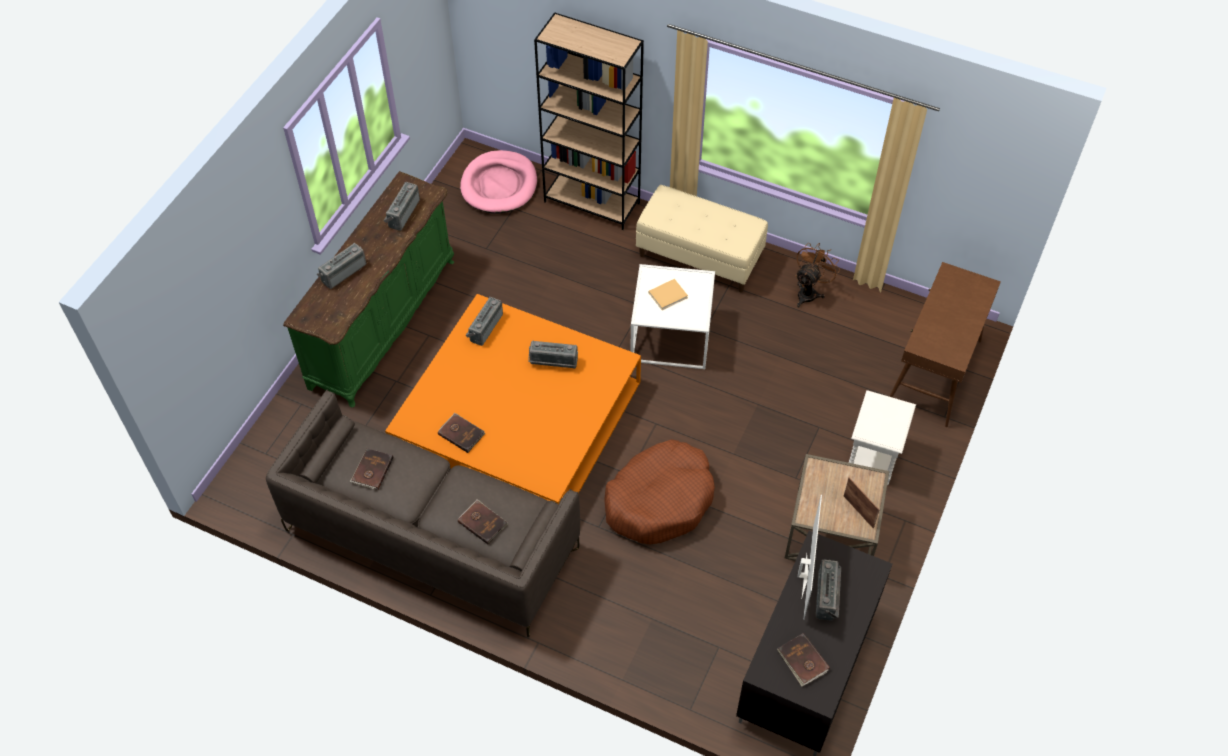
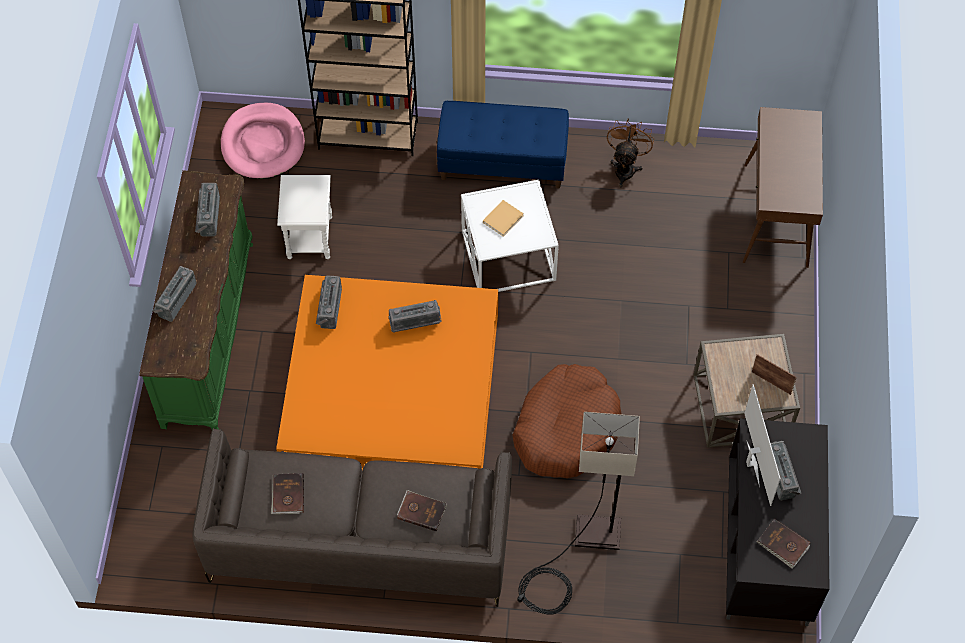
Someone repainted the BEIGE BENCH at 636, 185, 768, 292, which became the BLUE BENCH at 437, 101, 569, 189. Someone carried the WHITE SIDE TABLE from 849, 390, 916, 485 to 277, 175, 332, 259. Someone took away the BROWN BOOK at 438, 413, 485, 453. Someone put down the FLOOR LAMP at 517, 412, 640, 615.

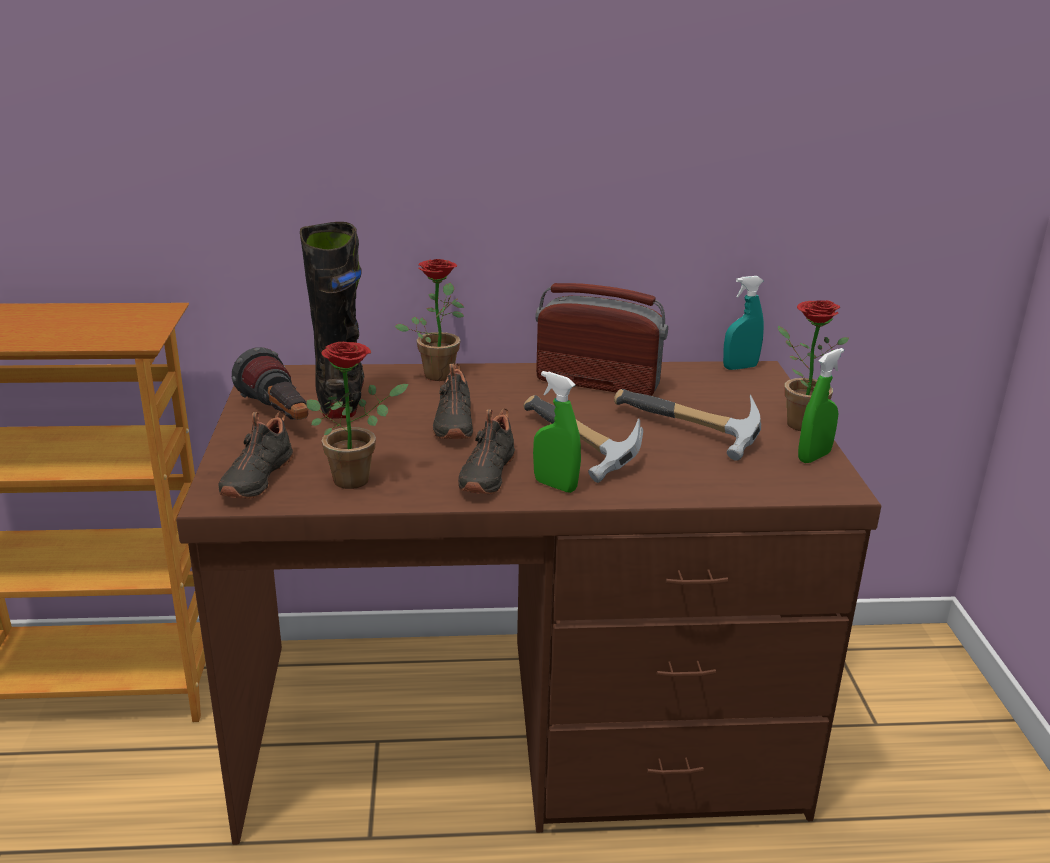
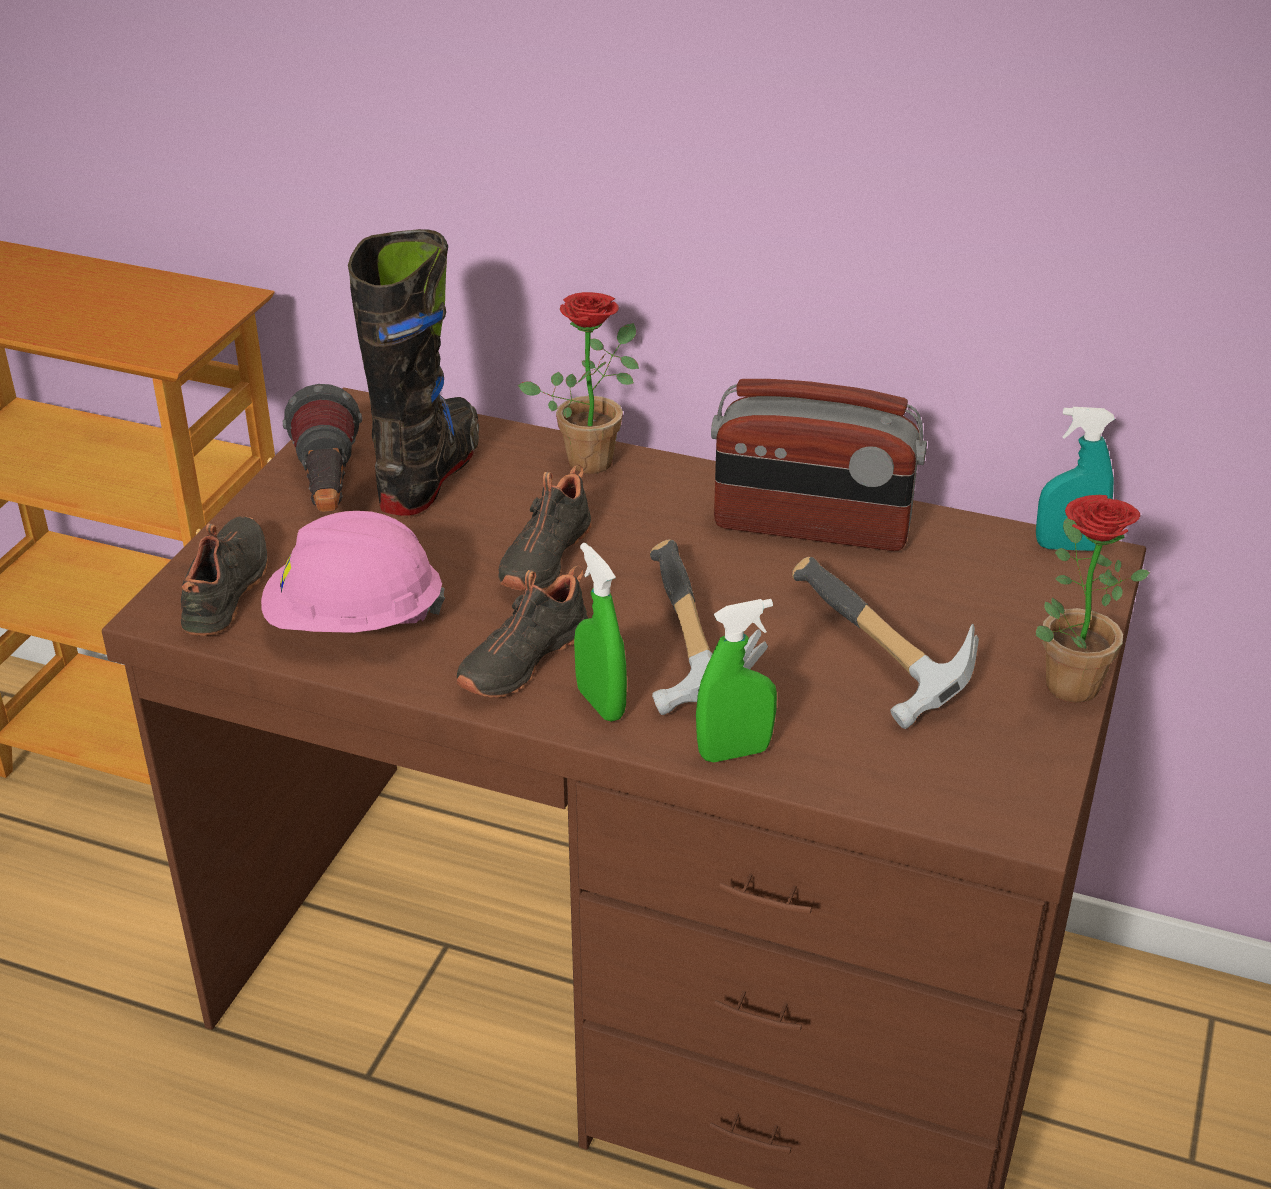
Someone rotated the RADIO at 535, 283, 668, 396 by 150 degrees clockwise. Someone swapped the POTTED PLANT at 306, 342, 409, 489 for the PINK HARD HAT at 261, 511, 445, 633. Someone carried the GREEN SPRAY BOTTLE from 798, 348, 844, 463 to 696, 599, 777, 762. Someone rotated the BLACK SHOE at 218, 411, 294, 499 by 150 degrees clockwise.

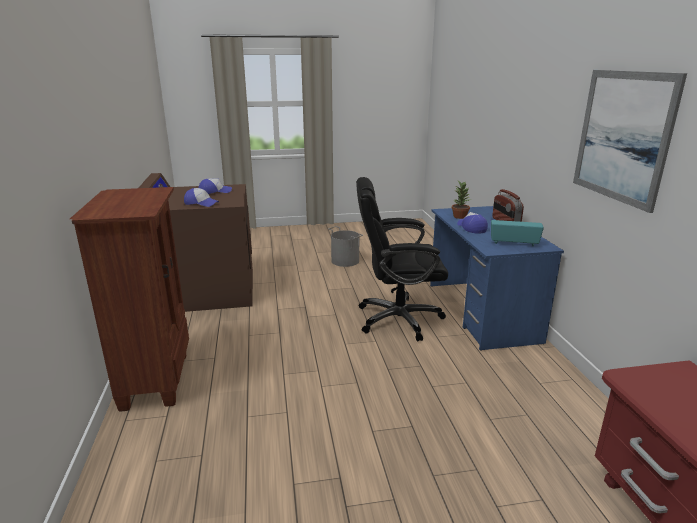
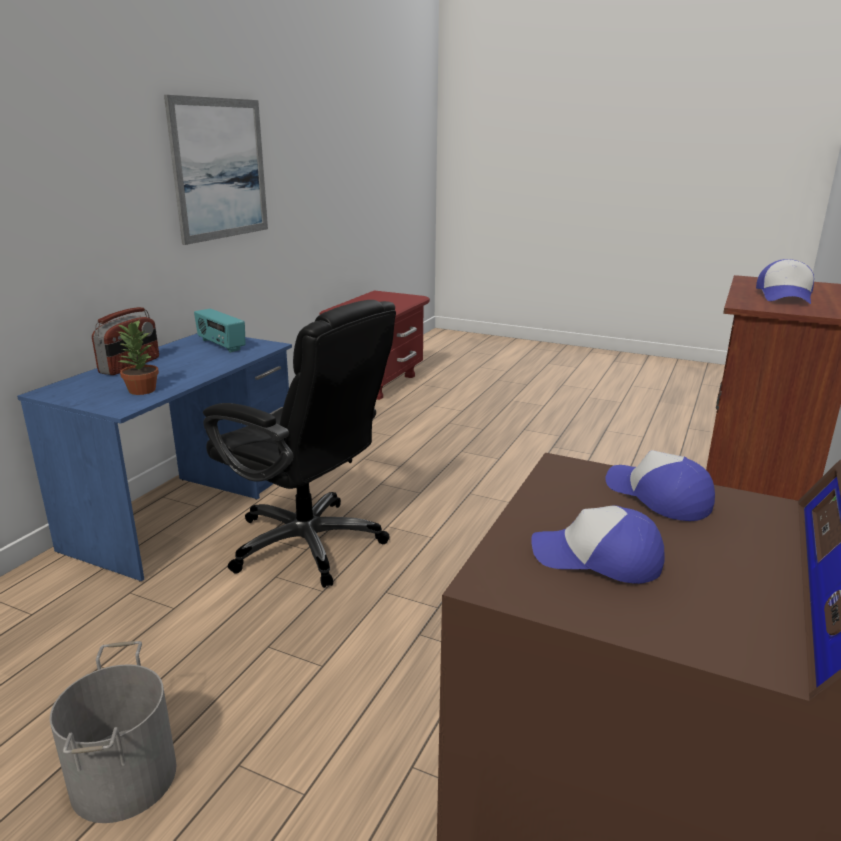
Someone carried the CAP from 457, 212, 488, 234 to 756, 259, 814, 304.

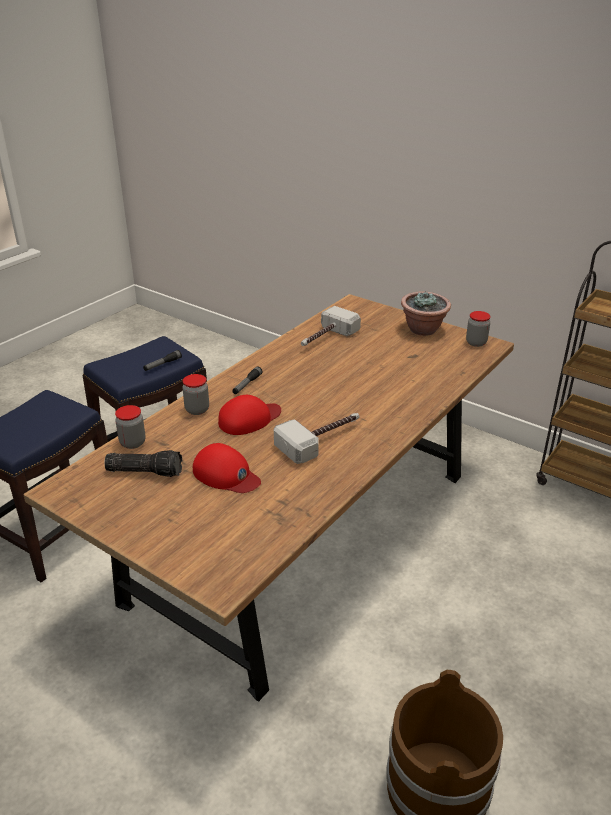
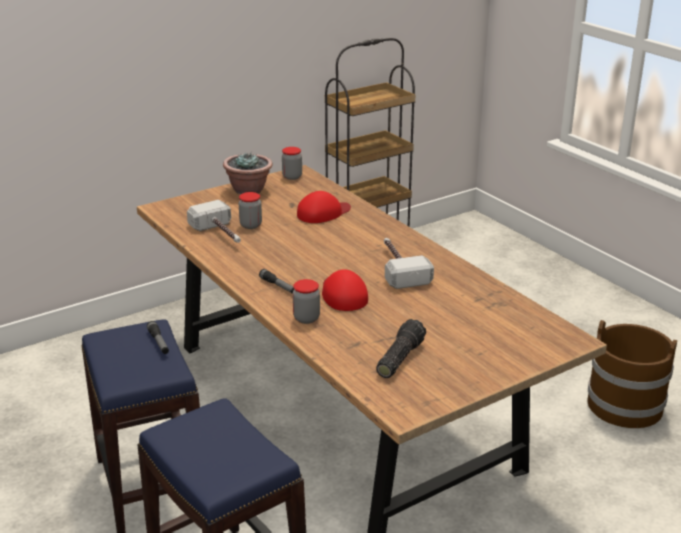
Someone carried the JAR from 115, 405, 145, 449 to 239, 192, 262, 229. Someone carried the RED CAP from 193, 443, 261, 493 to 297, 191, 351, 223.

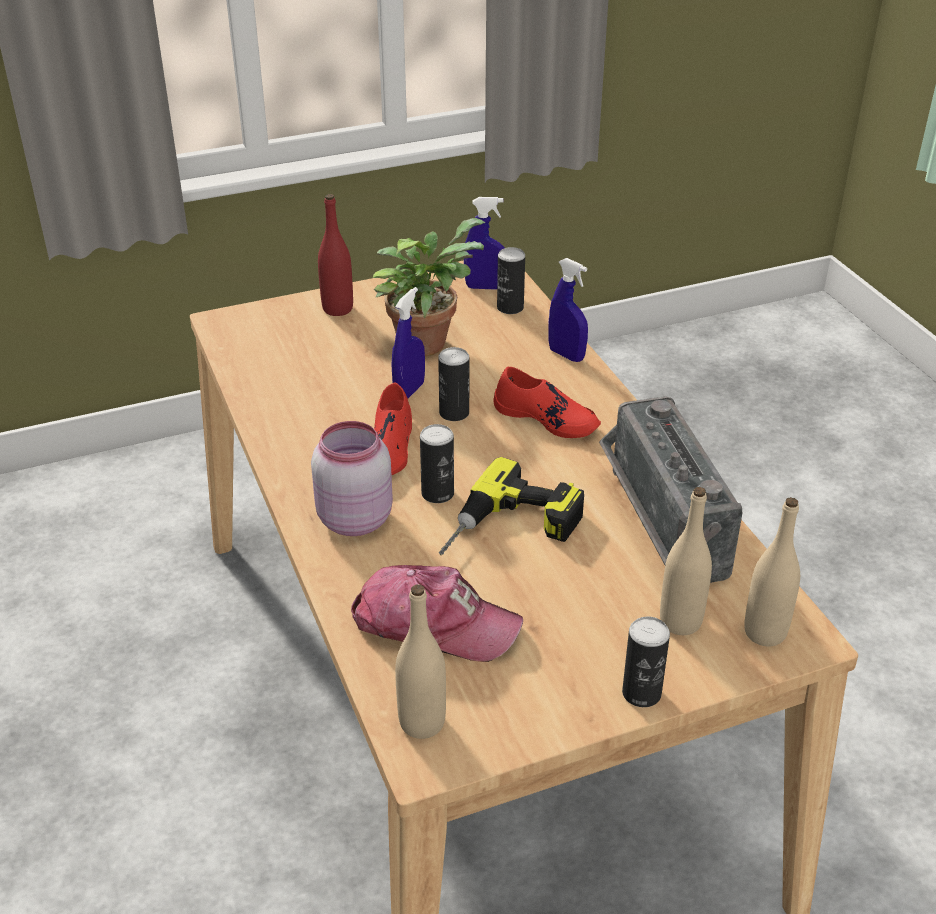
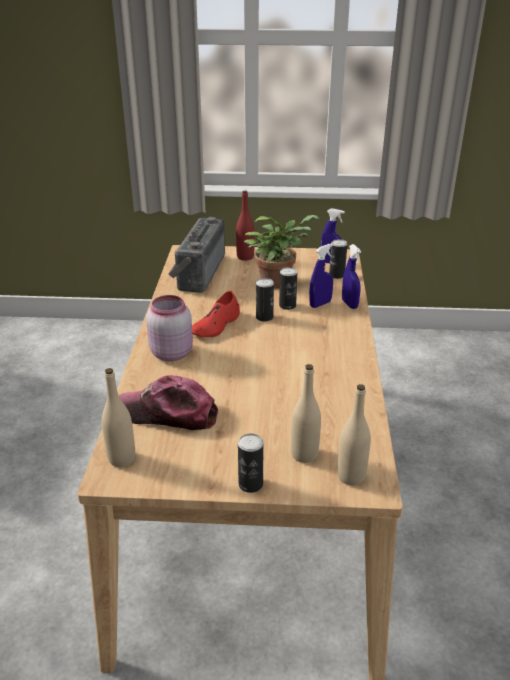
Someone carried the BLUE SPRAY BOTTLE from 391, 287, 425, 398 to 309, 243, 333, 308. Someone took away the RED SHOE at 493, 367, 601, 438. Someone carried the RADIO from 599, 396, 742, 583 to 169, 217, 225, 293. Someone carried the CAN from 420, 424, 454, 503 to 279, 267, 297, 310. Someone took away the POWER DRILL at 439, 457, 584, 555. Someone rotated the CAP at 351, 565, 523, 662 by 150 degrees clockwise.

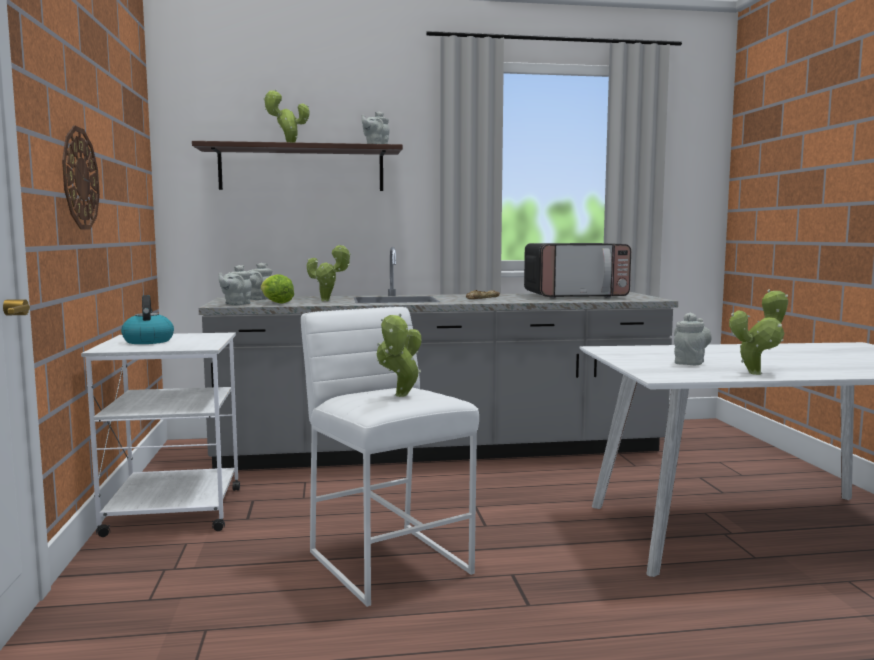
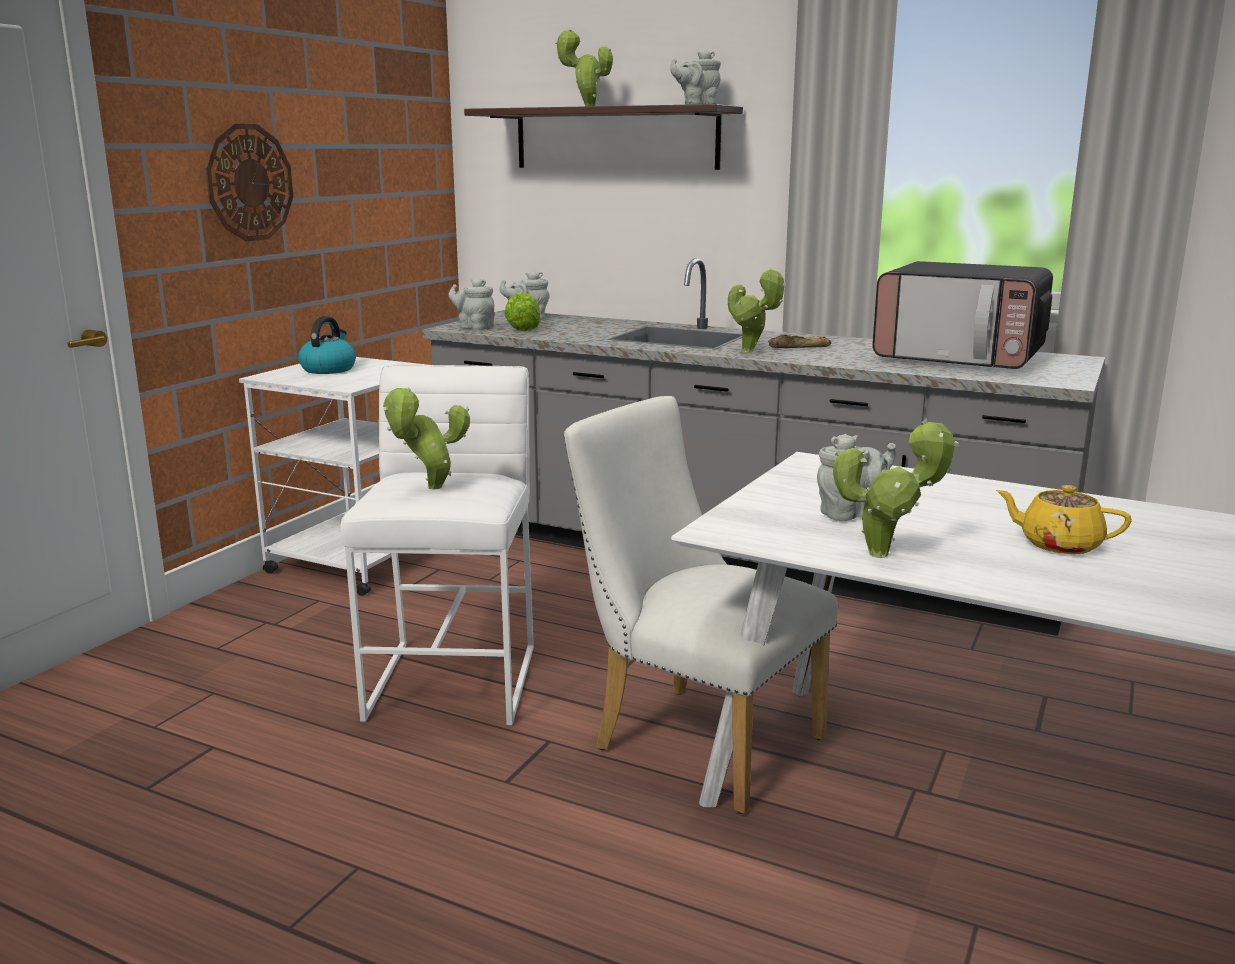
Someone carried the POTTED PLANT from 307, 244, 351, 301 to 728, 268, 786, 353. Someone rotated the GREY TEAPOT at 218, 265, 252, 306 by 60 degrees clockwise. Someone put down the WHITE CHAIR at 563, 396, 838, 814. Someone put down the YELLOW TEAPOT at 996, 485, 1132, 554.

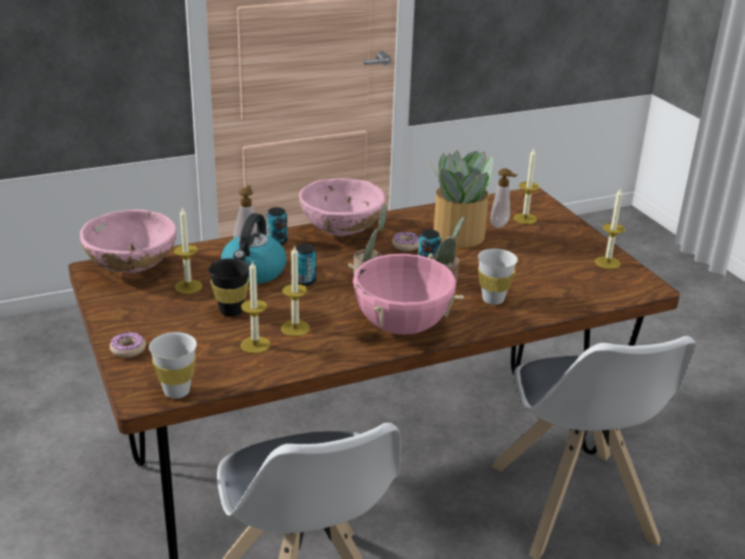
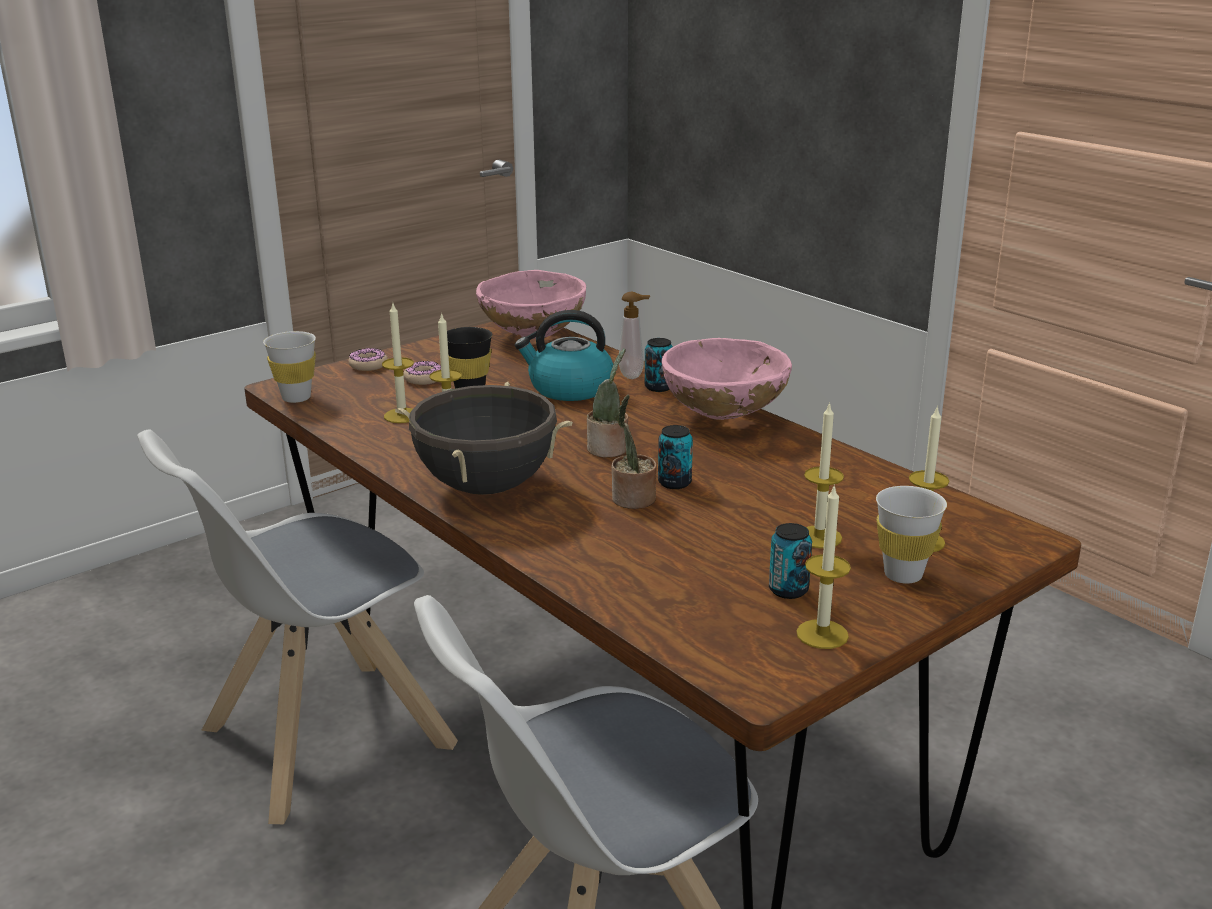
Someone took away the POTTED PLANT at 428, 150, 493, 248. Someone took away the SOAP DISPENSER at 490, 168, 517, 228. Someone carried the CANDLE from 174, 207, 202, 294 to 804, 402, 844, 548. Someone carried the DONUT from 392, 232, 419, 251 to 403, 361, 441, 385. Someone carried the CAN from 296, 244, 316, 286 to 769, 523, 812, 599. Someone carried the WHITE CUP from 478, 249, 518, 305 to 876, 486, 947, 584. Someone repainted the PINK COOKING POT at 348, 253, 464, 335, which became the BLACK COOKING POT at 395, 382, 573, 495.

